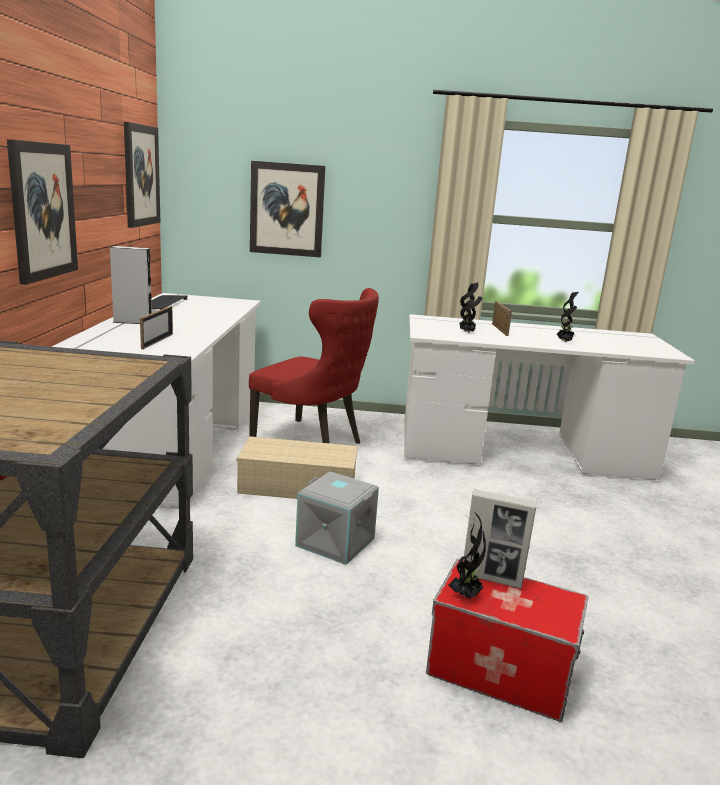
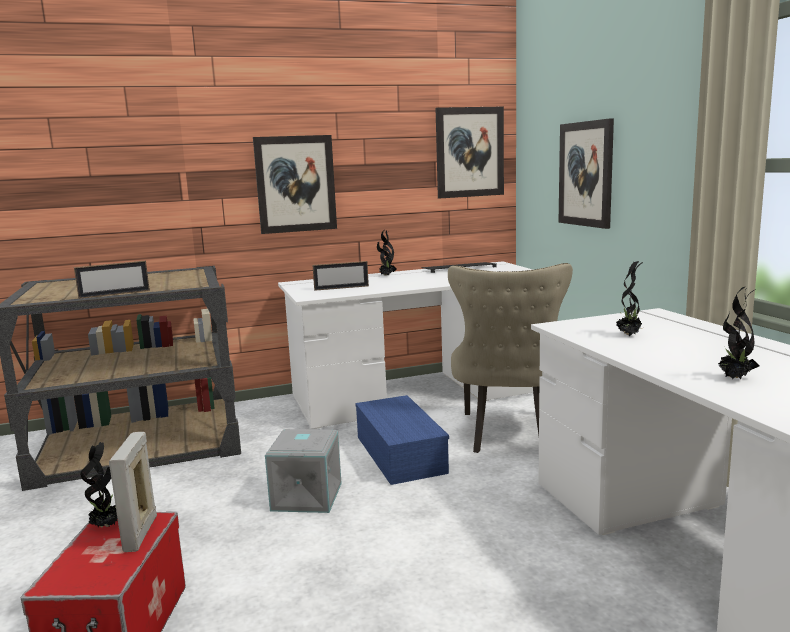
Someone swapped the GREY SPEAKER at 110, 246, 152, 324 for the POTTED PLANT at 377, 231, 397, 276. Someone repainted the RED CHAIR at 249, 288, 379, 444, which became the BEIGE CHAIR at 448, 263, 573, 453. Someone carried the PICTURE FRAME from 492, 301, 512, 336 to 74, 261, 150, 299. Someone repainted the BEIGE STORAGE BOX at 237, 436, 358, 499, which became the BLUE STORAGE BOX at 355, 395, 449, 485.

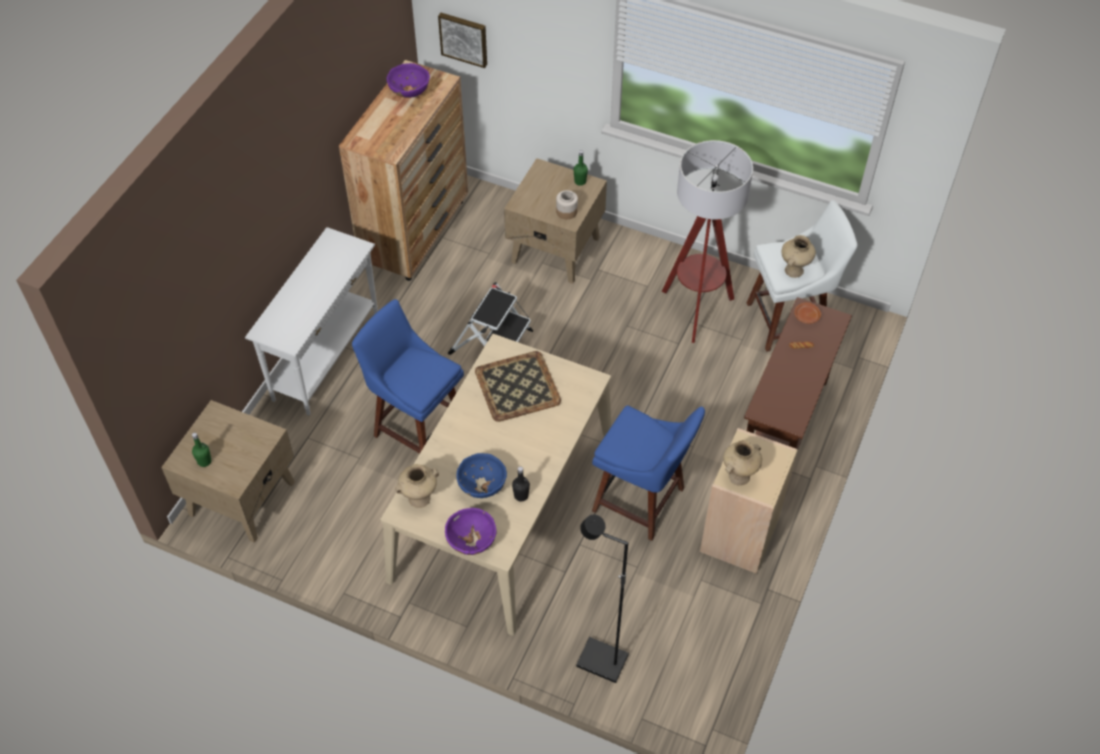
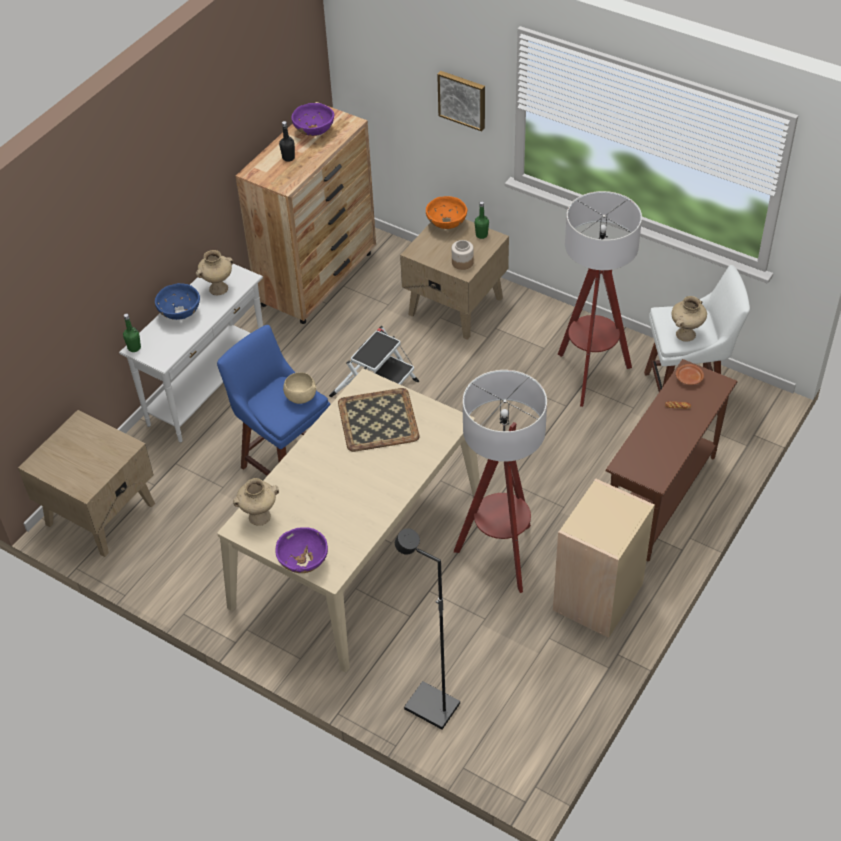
Someone carried the PICTURE from 438, 13, 487, 68 to 437, 71, 485, 131. Someone swapped the BLUE STOOL at 592, 405, 705, 541 for the FLOOR LAMP at 454, 370, 547, 593. Someone carried the GREEN BOTTLE from 192, 433, 211, 467 to 123, 313, 141, 352. Someone carried the BEIGE VASE from 723, 440, 762, 486 to 196, 250, 234, 295. Someone carried the BLUE BOWL from 456, 453, 507, 498 to 155, 283, 200, 320. Someone carried the BLACK BOTTLE from 512, 466, 530, 502 to 279, 121, 295, 162. Someone put down the ORANGE BOWL at 426, 196, 467, 229. Someone put down the BEIGE BOWL at 283, 372, 316, 404.

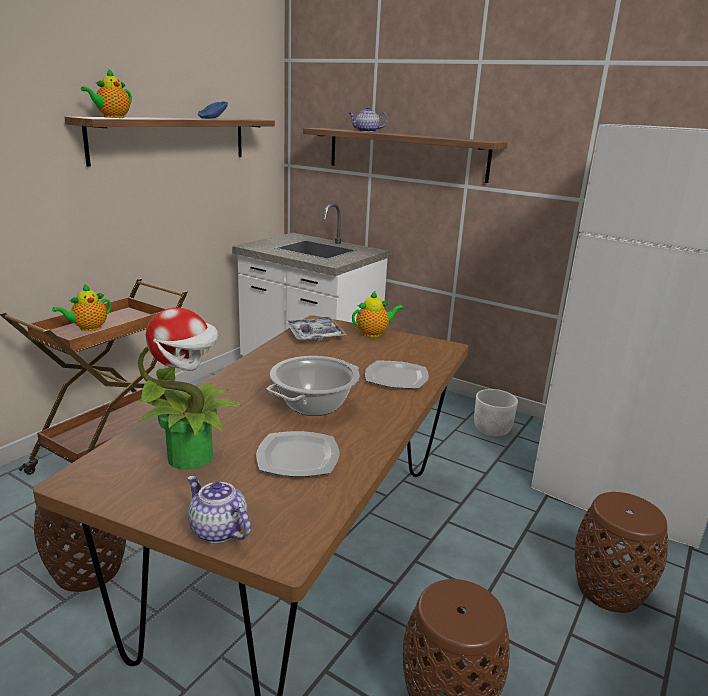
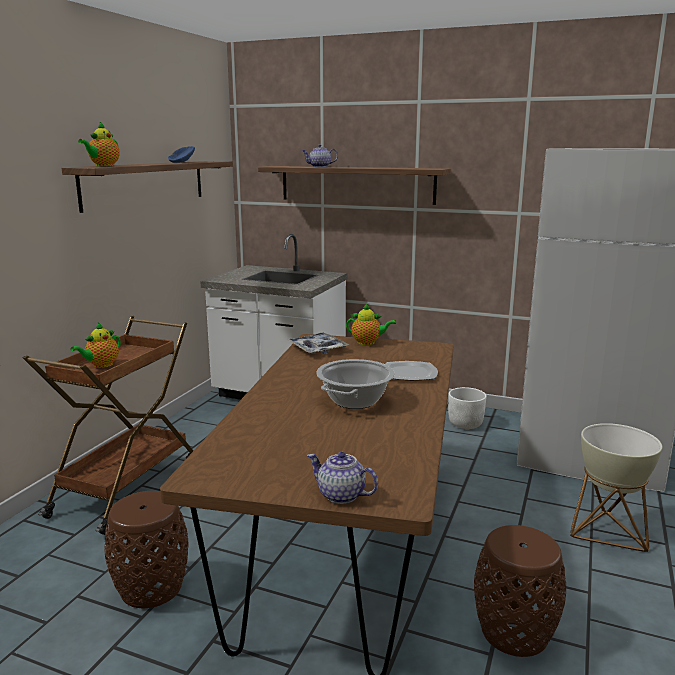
Someone rotated the TEAPOT at 352, 290, 403, 337 by 45 degrees clockwise. Someone took away the POTTED PLANT at 138, 308, 241, 470. Someone took away the PLATE at 256, 431, 340, 477. Someone swapped the BROWN STOOL at 575, 492, 668, 613 for the PLANTER at 570, 423, 663, 552.

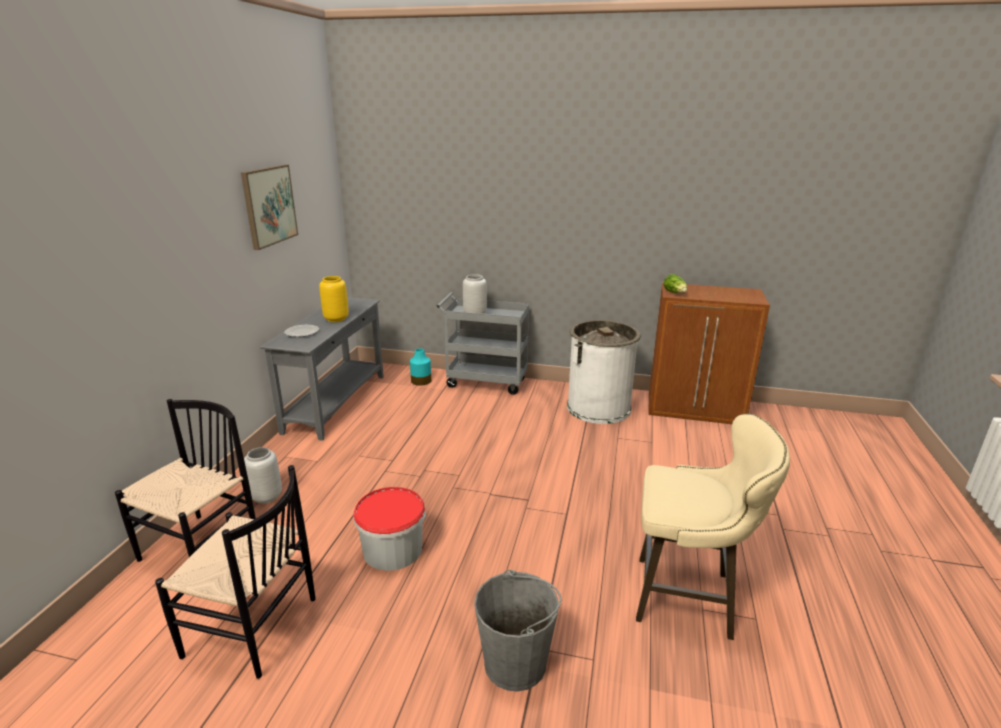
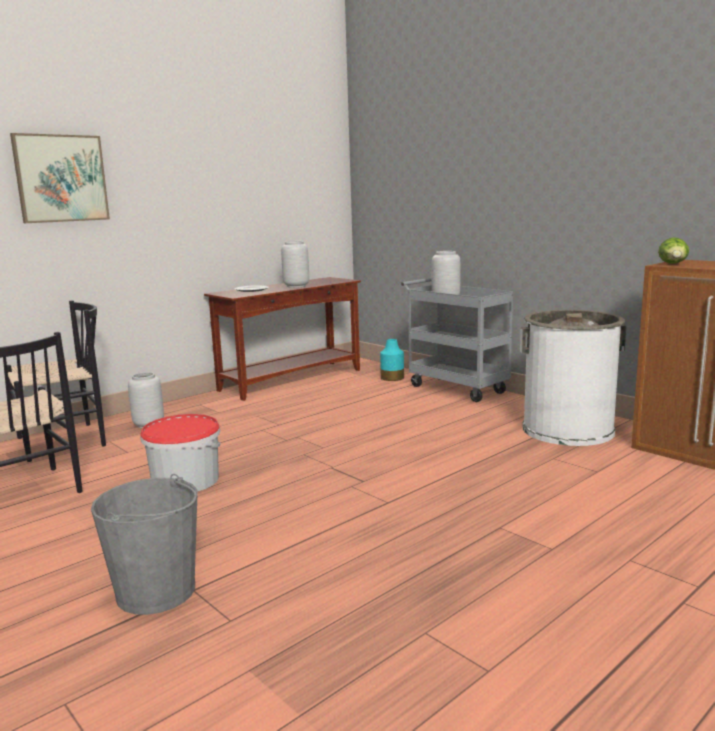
Someone carried the PICTURE from 241, 165, 298, 250 to 10, 133, 110, 223. Someone repainted the YELLOW VASE at 319, 276, 349, 322, which became the GREY VASE at 281, 241, 309, 288. Someone repainted the GREY CONSOLE TABLE at 260, 297, 384, 441, which became the BROWN CONSOLE TABLE at 204, 277, 361, 401. Someone took away the BEIGE STOOL at 636, 414, 790, 640.

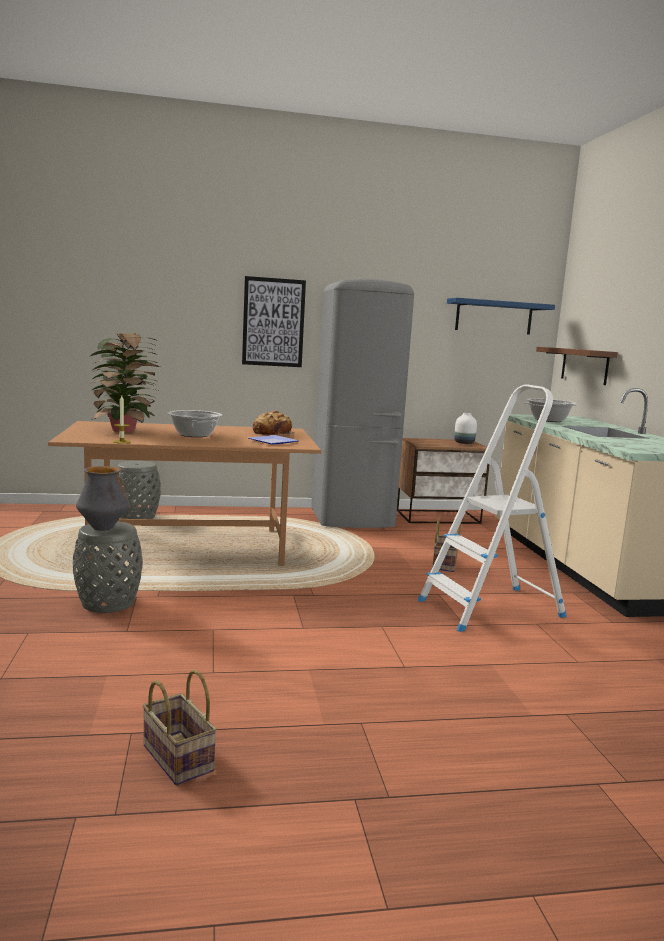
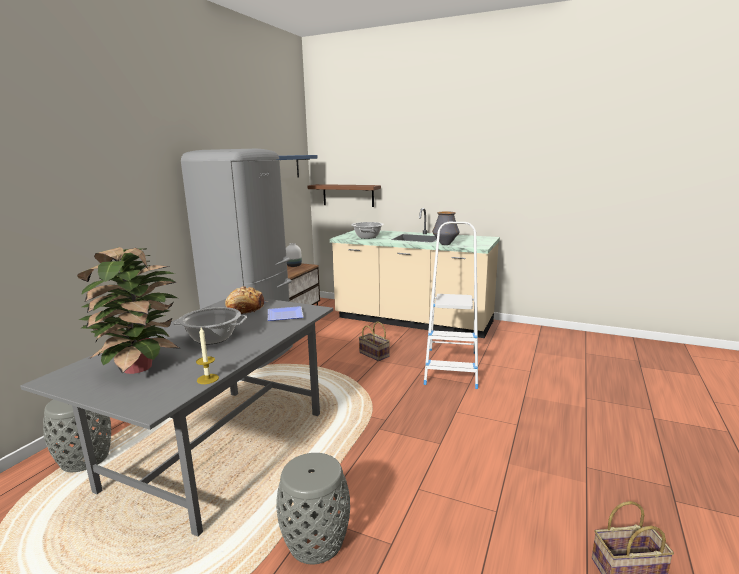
Someone took away the PICTURE at 242, 276, 306, 367. Someone repainted the BROWN DINING TABLE at 48, 421, 321, 566, which became the GREY DINING TABLE at 20, 298, 333, 536. Someone carried the VASE from 76, 466, 130, 531 to 432, 211, 460, 245.

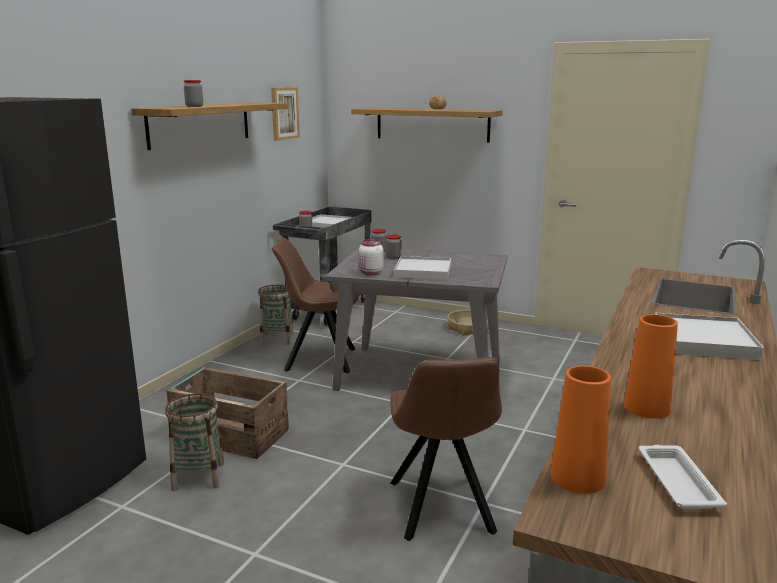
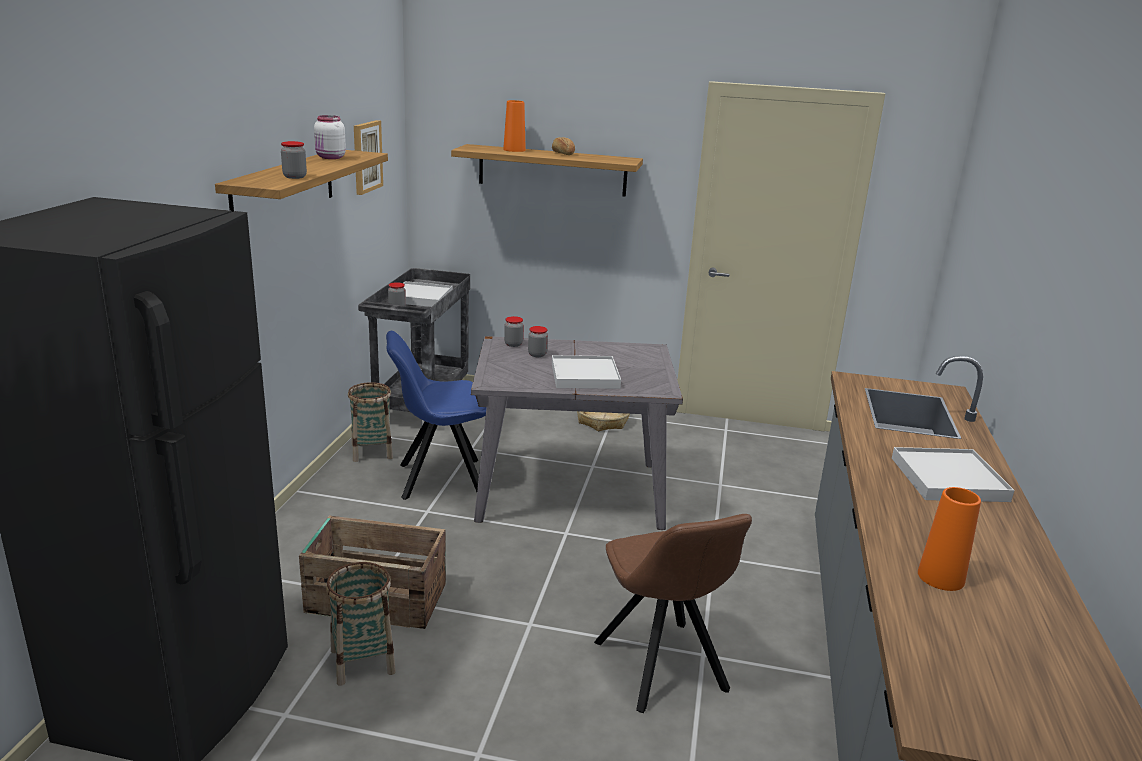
Someone repainted the BROWN CHAIR at 272, 238, 359, 373, which became the BLUE CHAIR at 386, 331, 487, 500. Someone carried the WHITE JAR from 359, 239, 384, 275 to 314, 115, 346, 159. Someone carried the ORANGE VASE from 550, 366, 611, 494 to 503, 100, 526, 152. Someone took away the WHITE TRAY at 639, 445, 727, 509.

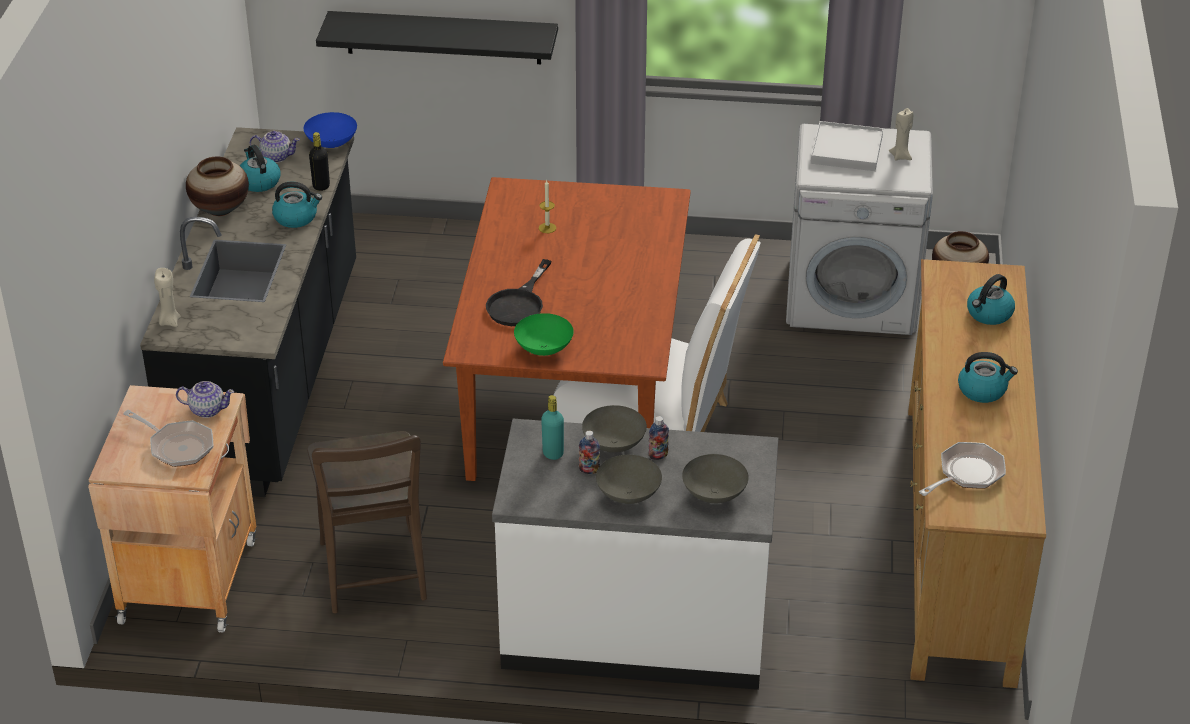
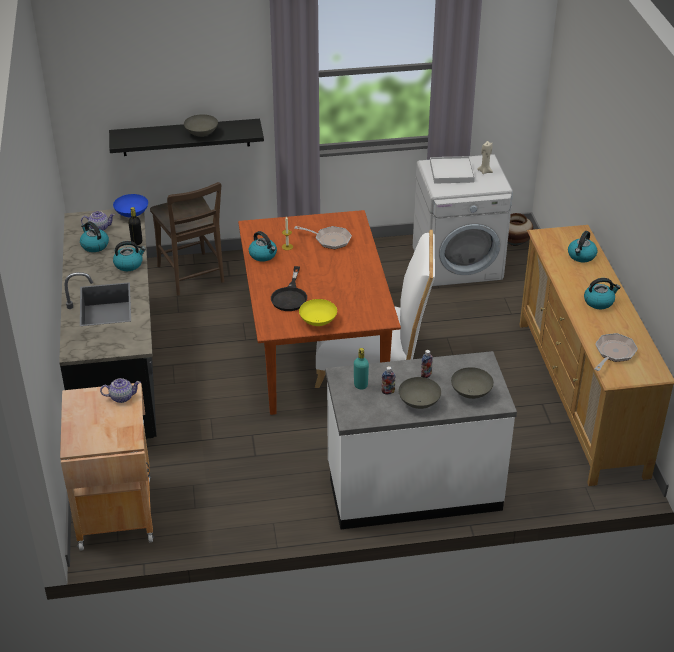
Someone took away the VASE at 186, 156, 249, 216. Someone took away the BEIGE CANDLE at 154, 268, 181, 327. Someone repainted the GREEN BOWL at 514, 313, 574, 356, which became the YELLOW BOWL at 299, 299, 337, 326. Someone carried the GREY BOWL from 582, 405, 647, 453 to 184, 114, 218, 137. Someone carried the FRYING PAN from 123, 410, 213, 467 to 294, 226, 352, 249. Someone carried the BROWN CHAIR from 307, 431, 427, 613 to 150, 182, 224, 295. Someone put down the KETTLE at 249, 231, 277, 262.

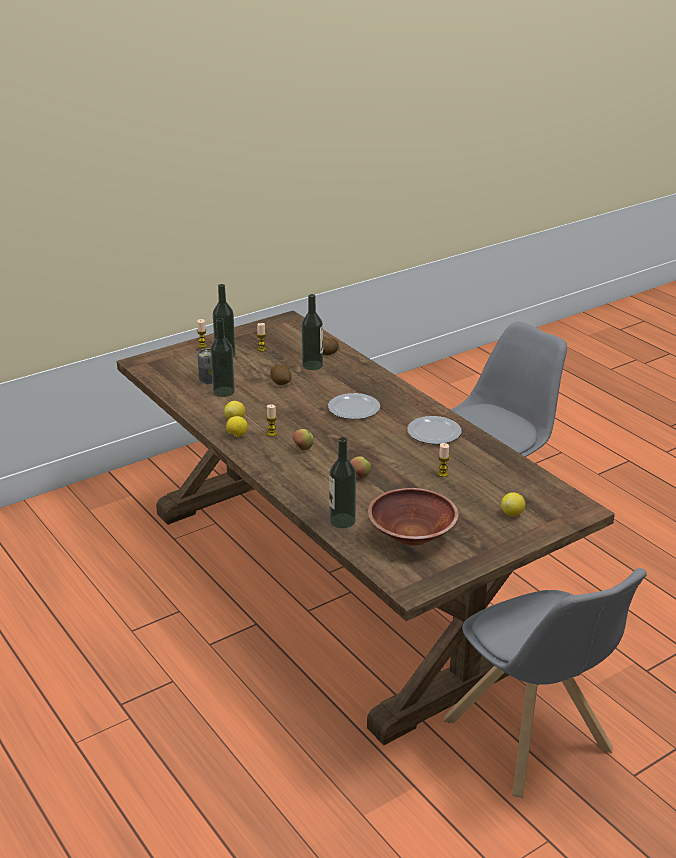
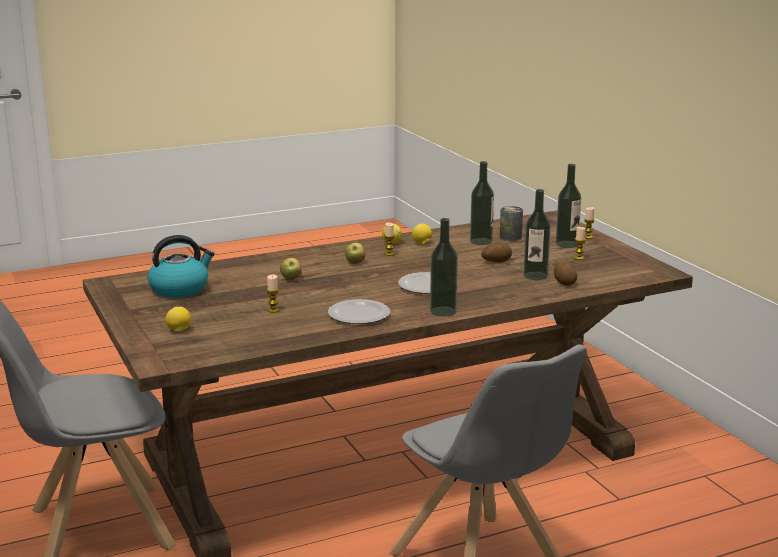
Someone carried the BOTTLE from 329, 437, 356, 528 to 430, 218, 458, 317. Someone swapped the BROWN BOWL at 368, 488, 459, 546 for the KETTLE at 148, 235, 215, 298.

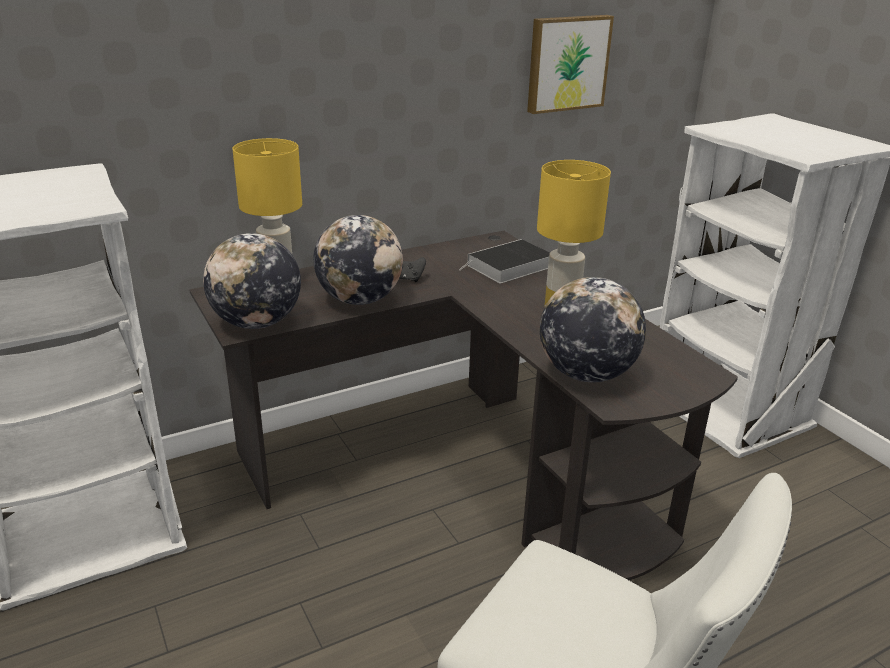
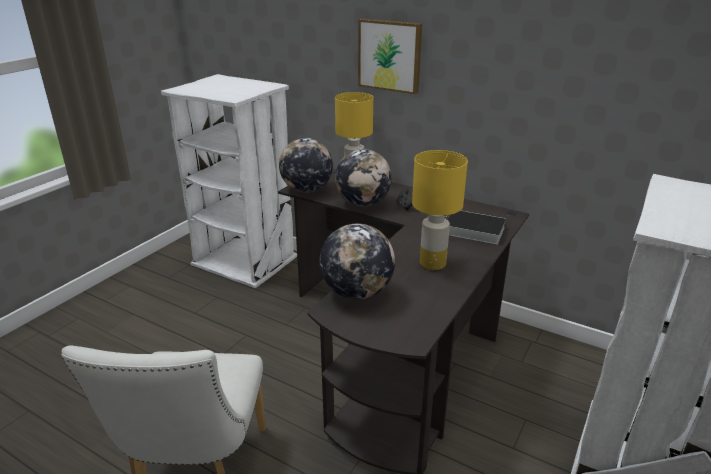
Someone carried the PICTURE from 527, 15, 614, 114 to 358, 19, 422, 94.

